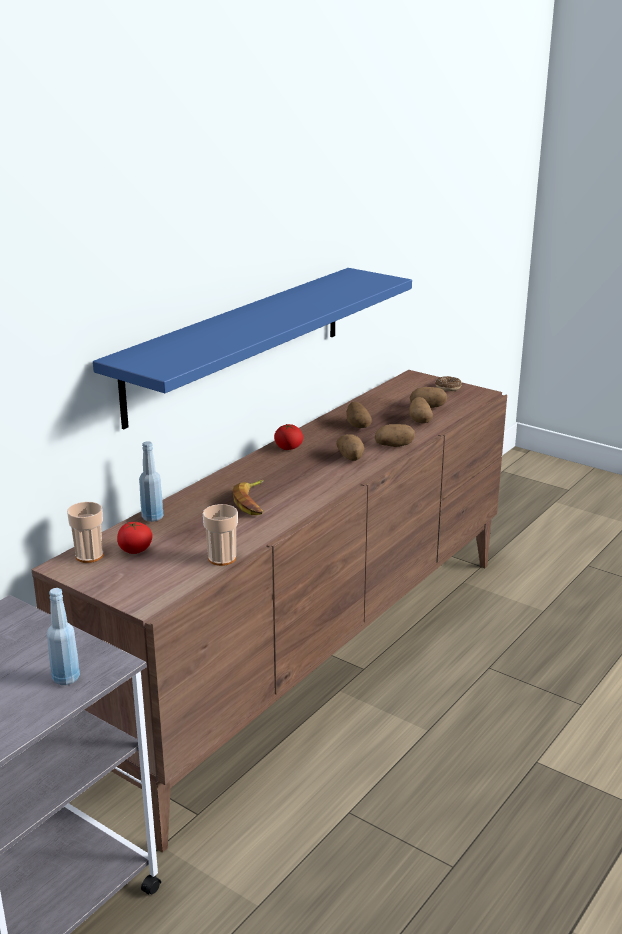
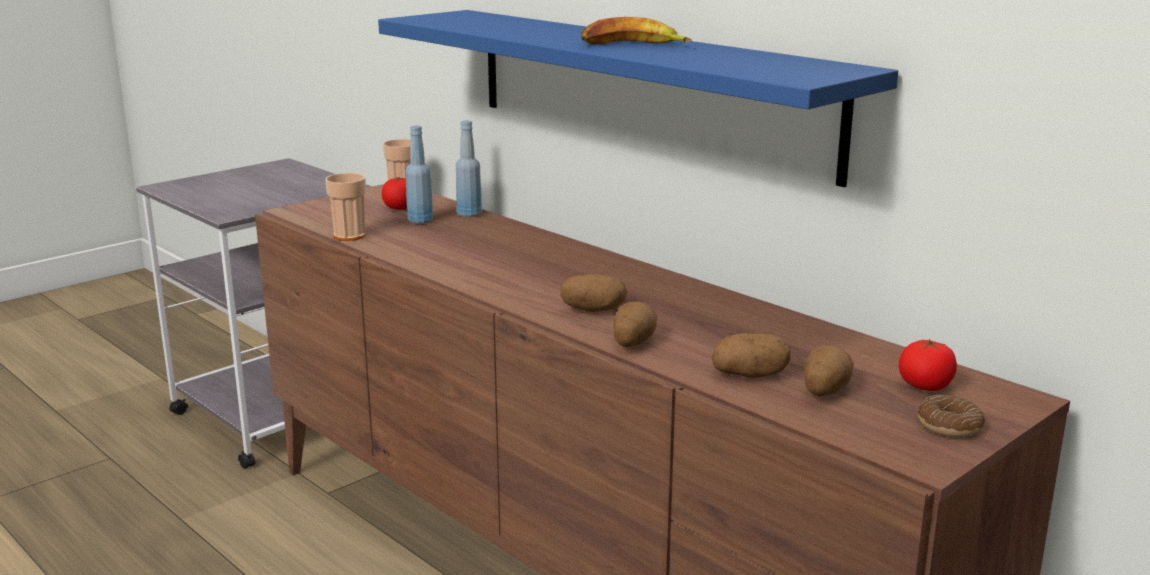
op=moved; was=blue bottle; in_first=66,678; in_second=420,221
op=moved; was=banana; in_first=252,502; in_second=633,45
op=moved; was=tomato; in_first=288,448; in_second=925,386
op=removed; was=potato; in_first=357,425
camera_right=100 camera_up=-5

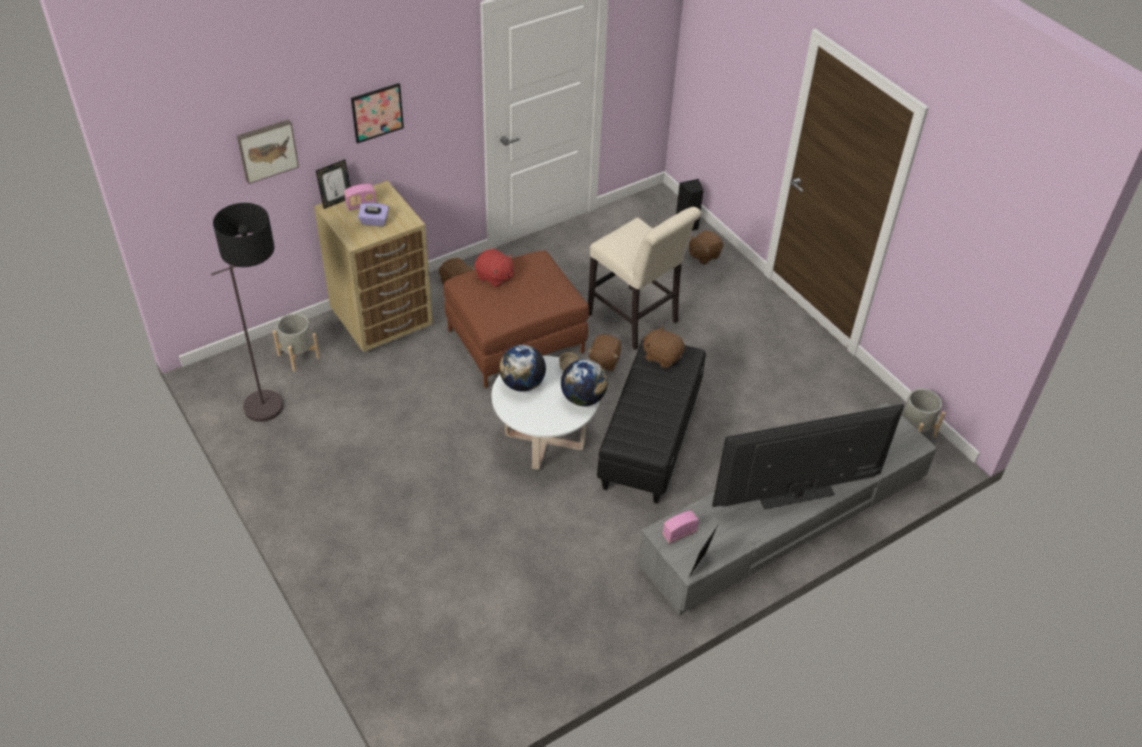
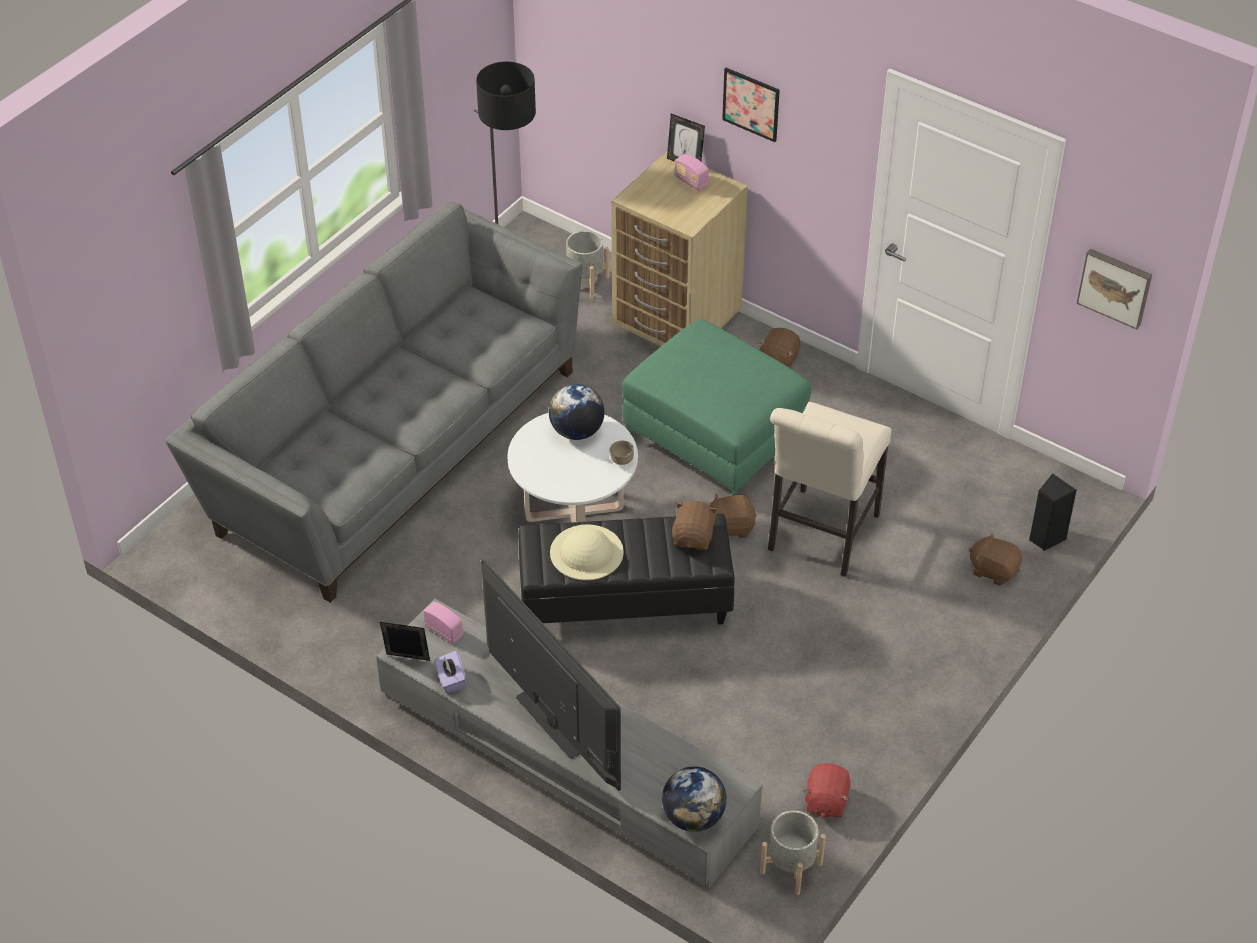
op=moved; was=picture; in_first=267,150; in_second=1115,286
op=moved; was=purple tissue box; in_first=374,222; in_second=451,680
op=recoloured; was=brown ottoman; now=green ottoman; in_first=516,341; in_second=716,441
op=moved; was=red plush toy; in_first=494,277; in_second=825,801
op=moved; was=globe; in_first=583,398; in_second=693,817
op=added; now=grey sofa; in_second=393,446
op=added; now=beige hat; in_second=586,552
camera_right=70 camera_up=0

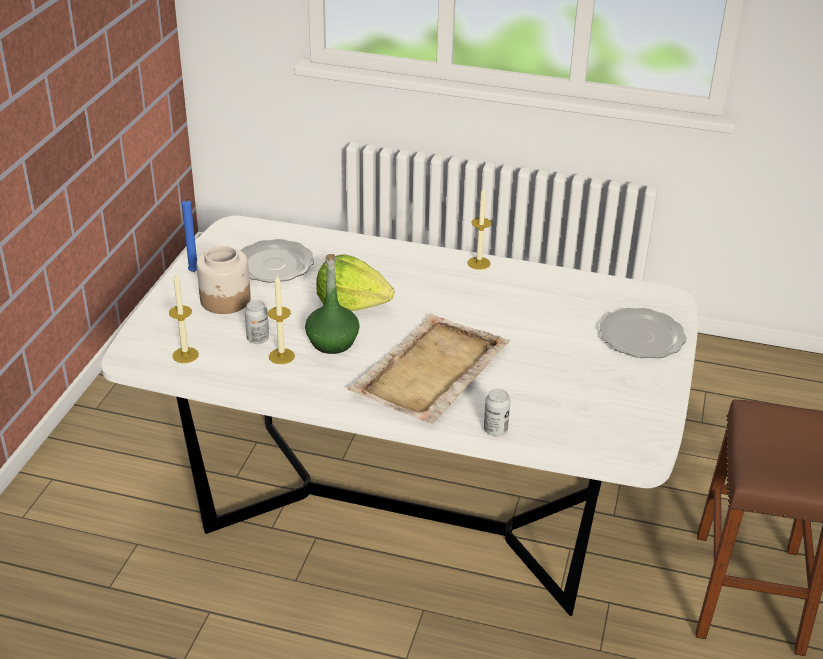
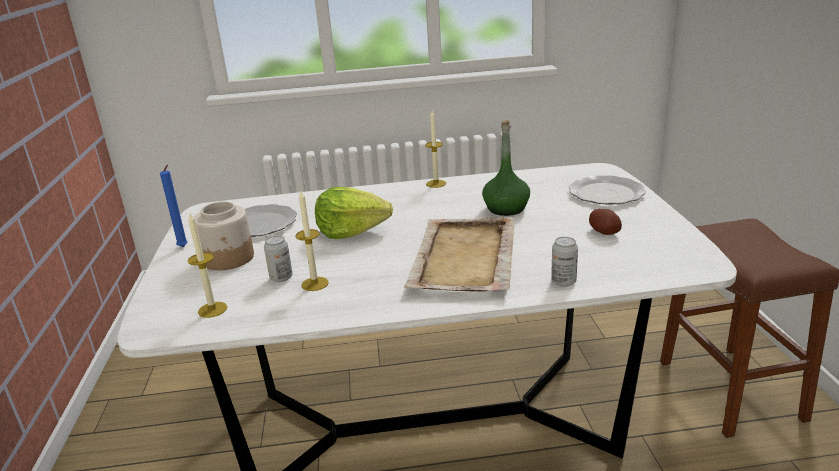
op=moved; was=green bottle; in_first=332,342; in_second=506,209
op=added; now=potato; in_second=604,232
camera_right=-20 camera_up=-10

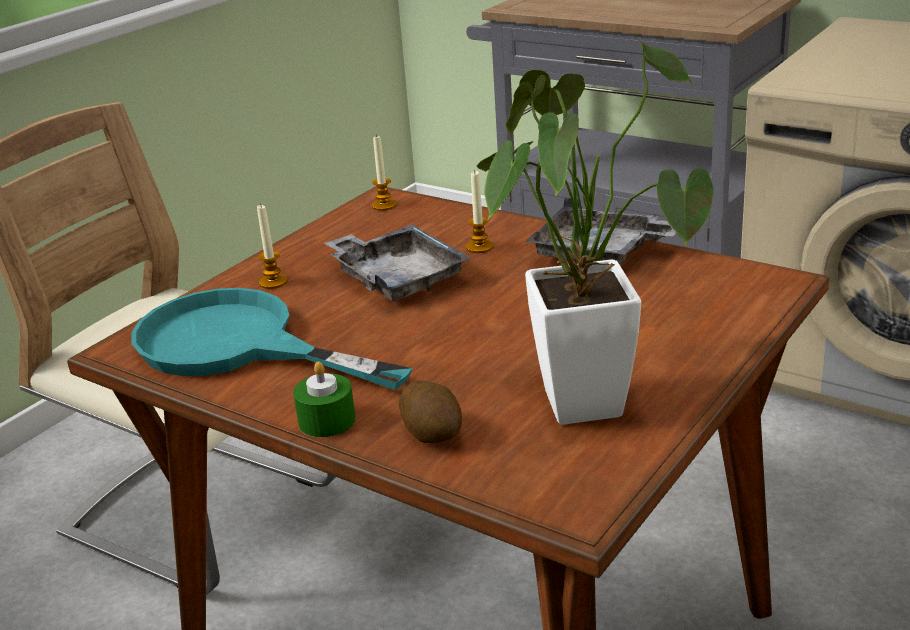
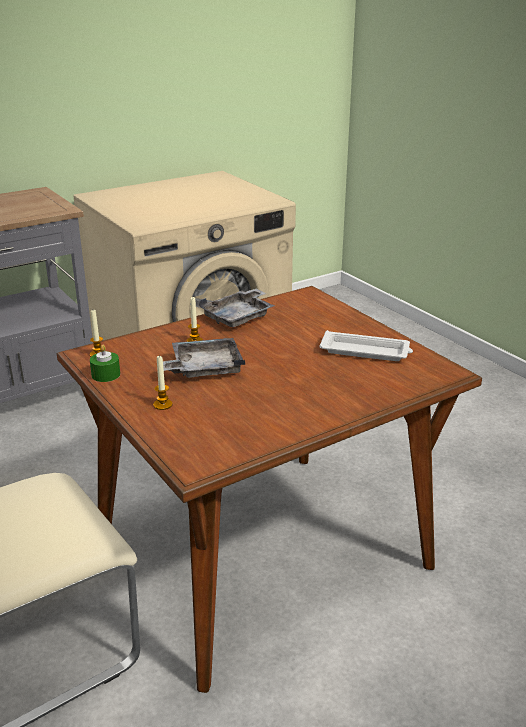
op=removed; was=turquoise frying pan; in_first=238,346
op=moved; was=green candle; in_first=327,420; in_second=106,375
op=removed; was=potato; in_first=433,433
op=replaced; was=potted plant; now=white tray; in_first=580,393; in_second=366,351
camera_right=-70 camera_up=0

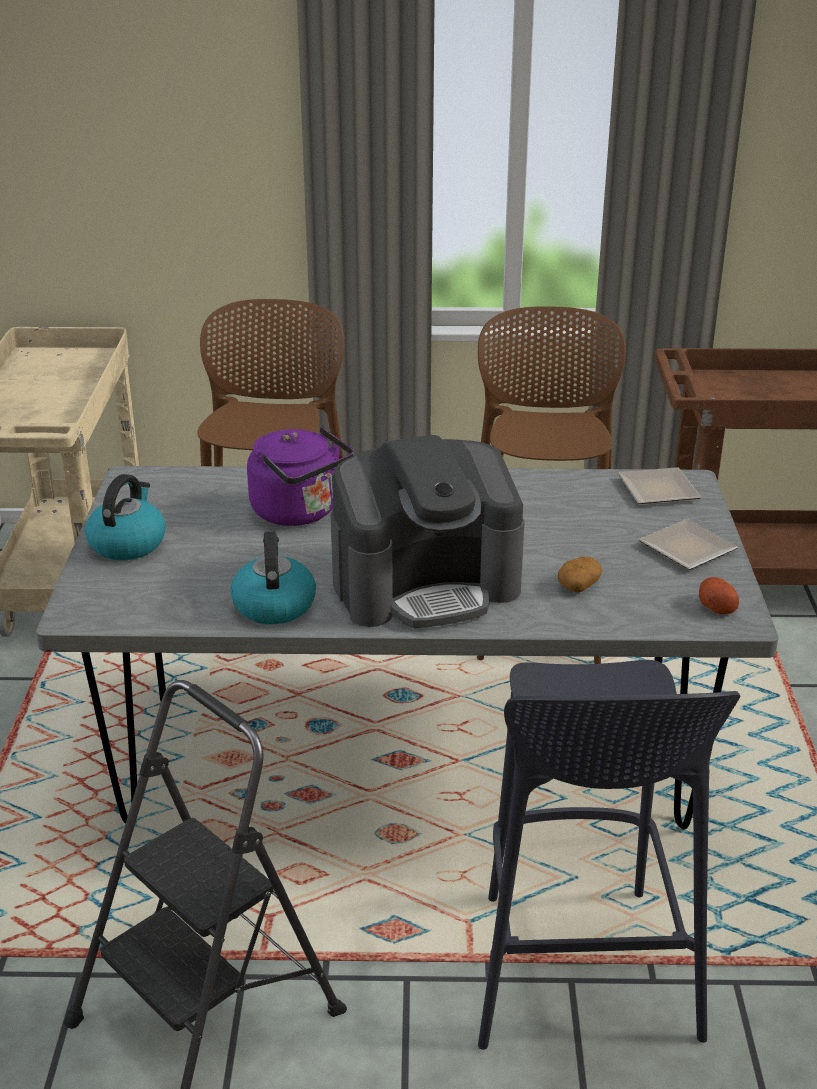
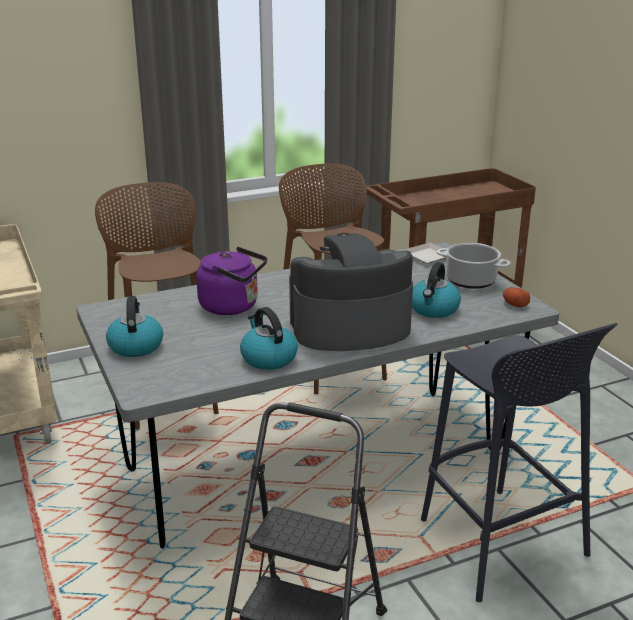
op=turned; was=coffee machine; in_first=426,585; in_second=349,327; clockwise=-150
op=replaced; was=potato; now=kettle; in_first=578,585; in_second=434,309
op=replaced; was=plate; now=cooking pot; in_first=683,548; in_second=470,281
camera_right=-25 camera_up=-5

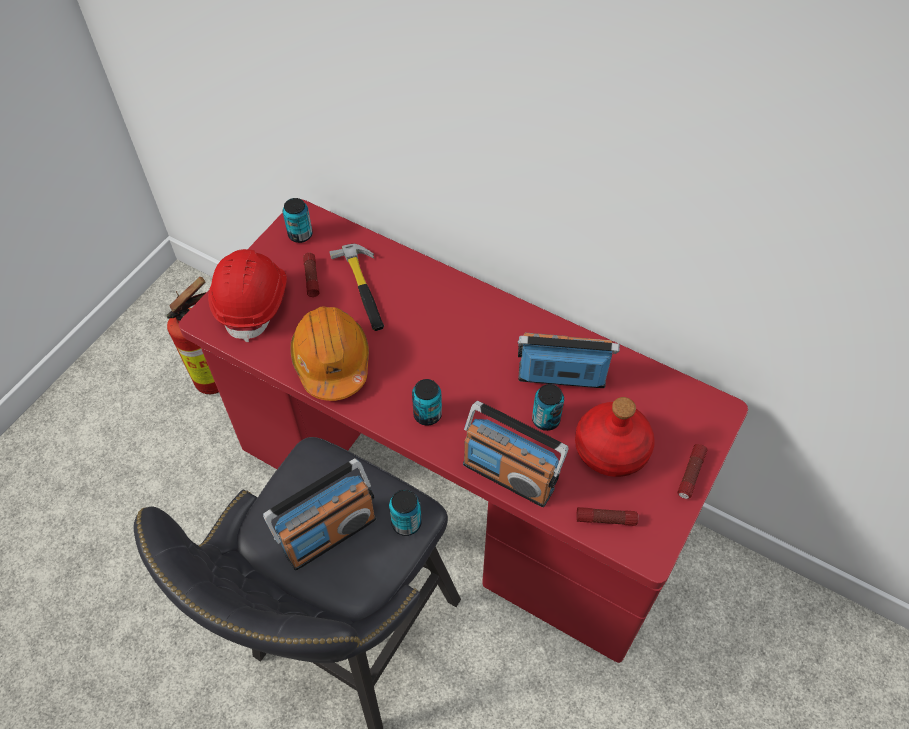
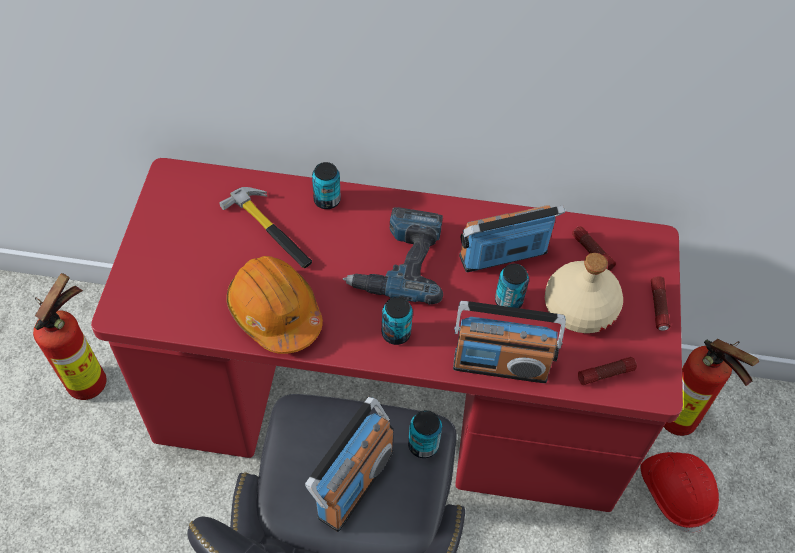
op=moved; was=red hard hat; in_first=253,302; in_second=675,492
op=moved; was=can; in_first=300,235; in_second=327,200
op=moved; was=flashlight; in_first=311,278; in_second=591,252
op=recoloured; was=red bottle; now=beige bottle; in_first=611,448; in_second=579,307
op=added; now=power drill; in_second=399,262
op=added; now=fire extinguisher; in_second=681,424
camera_right=-25 camera_up=0

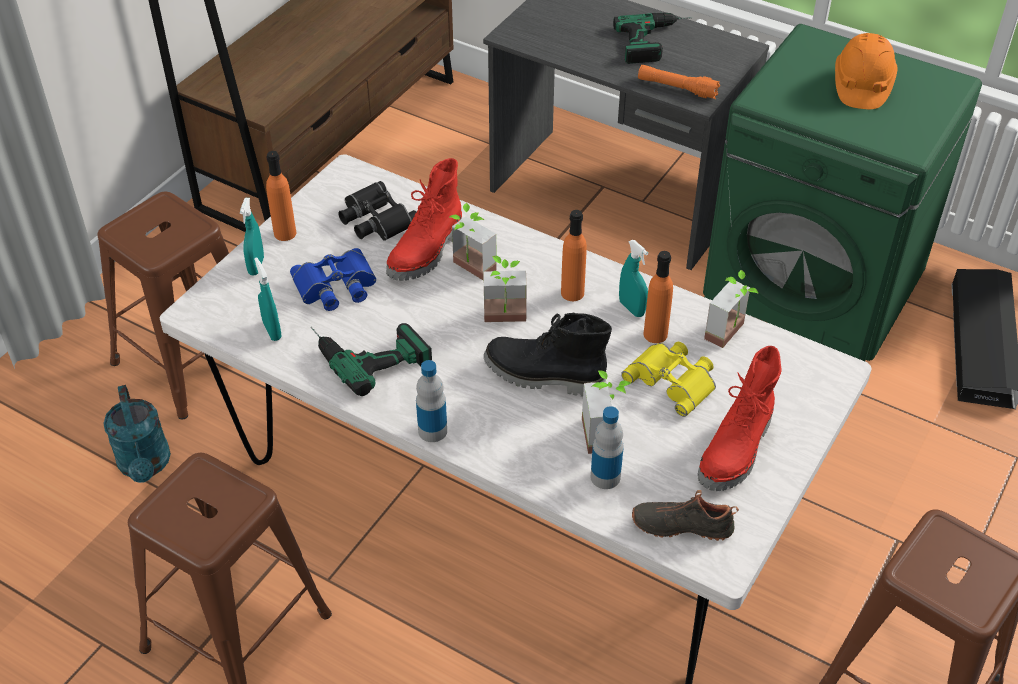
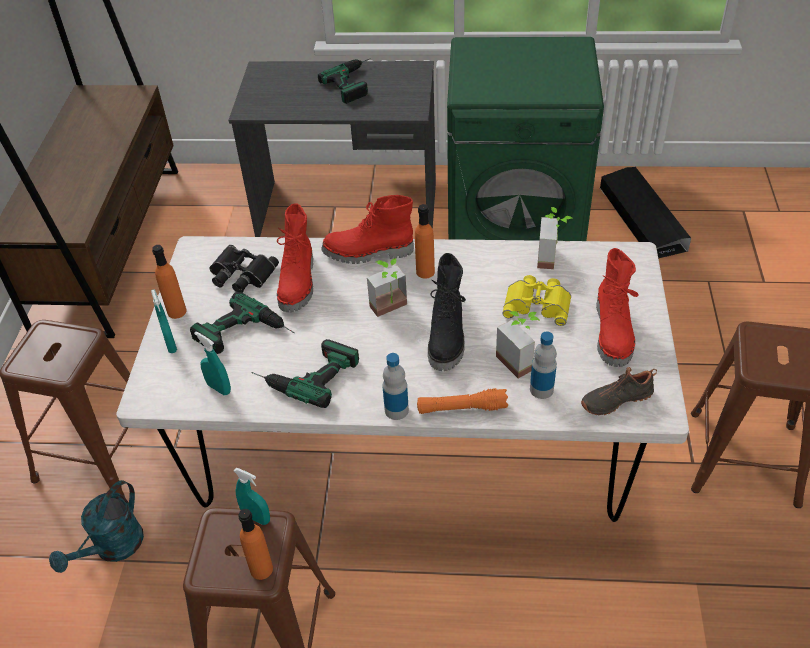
op=turned; was=turquoise watering can; in_first=145,465; in_second=113,548; clockwise=75
op=replaced; was=blue binoculars; now=power drill; in_first=336,287; in_second=246,335
op=removed; was=potted plant; in_first=469,270
op=turned; was=black boot; in_first=543,377; in_second=448,338; clockwise=-75
op=moved; was=turquoise spray bottle; in_first=631,308; in_second=256,517
op=moved; was=orange flashlight; in_first=677,88; in_second=462,408
op=moved; was=orange bottle; in_first=655,334; in_second=261,569
op=removed; was=orange hard hat; in_first=861,86
op=added; now=red boot; in_second=368,253
camera_right=-25 camera_up=0

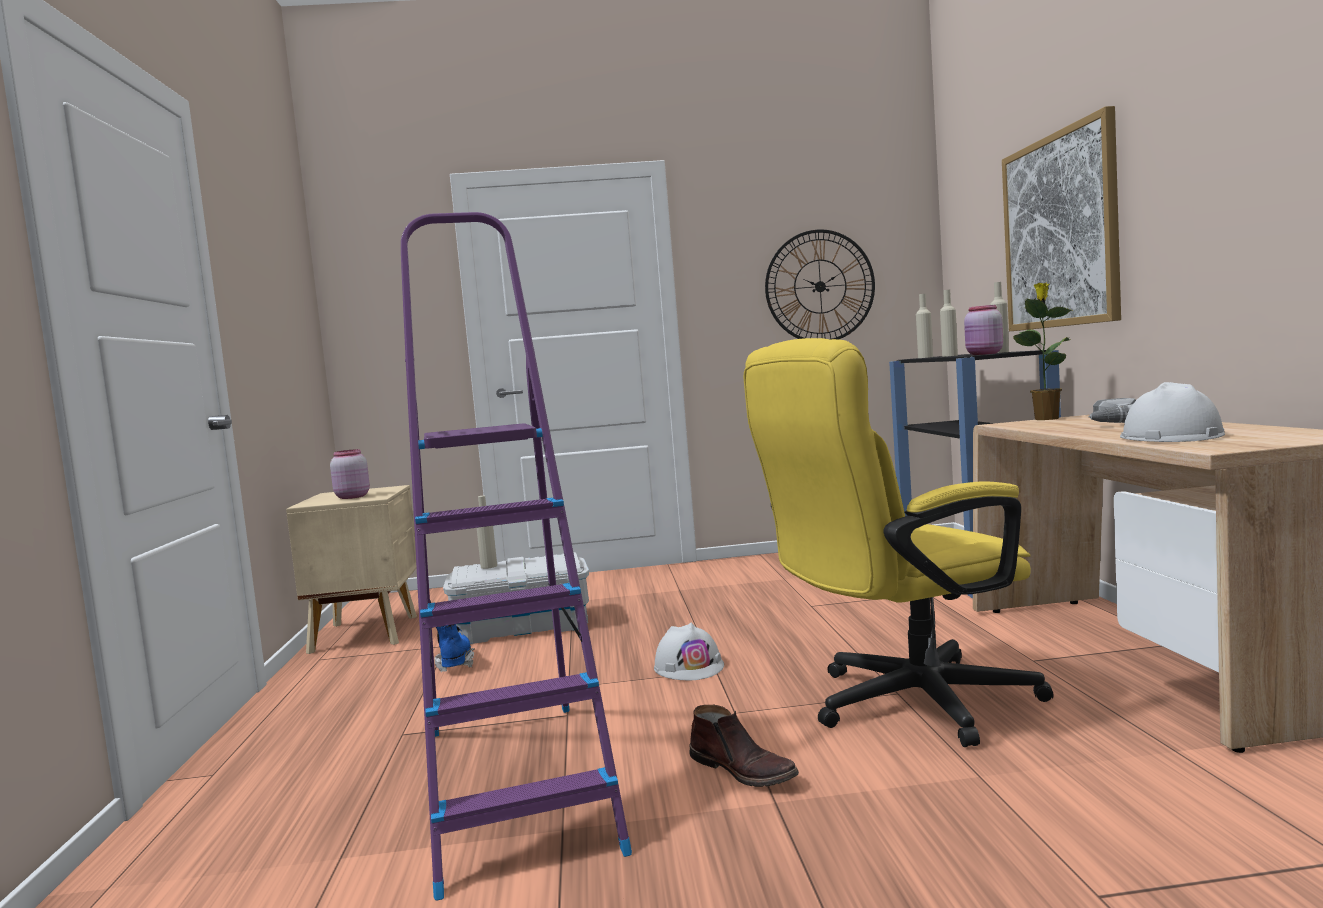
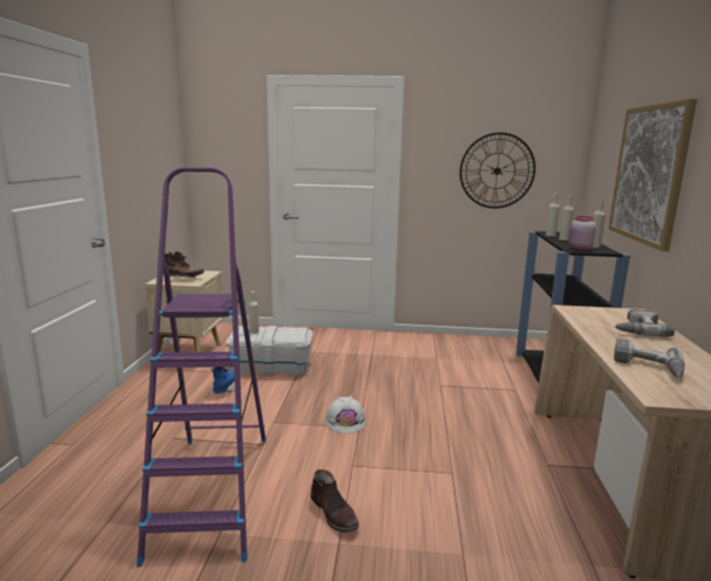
op=replaced; was=pink jar; now=brown boot; in_first=351,497; in_second=183,279
op=removed; was=yellow office chair; in_first=902,705
op=removed; was=potted plant; in_first=1046,418
op=replaced; was=white hard hat; now=power drill; in_first=1170,436; in_second=647,366
camera_right=10 camera_up=10

